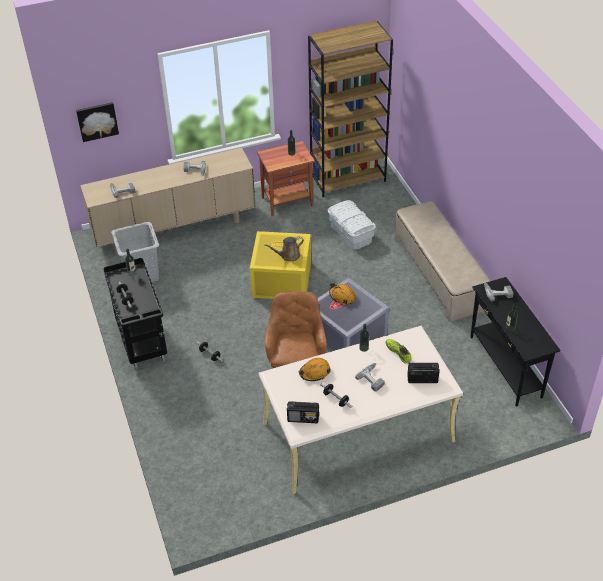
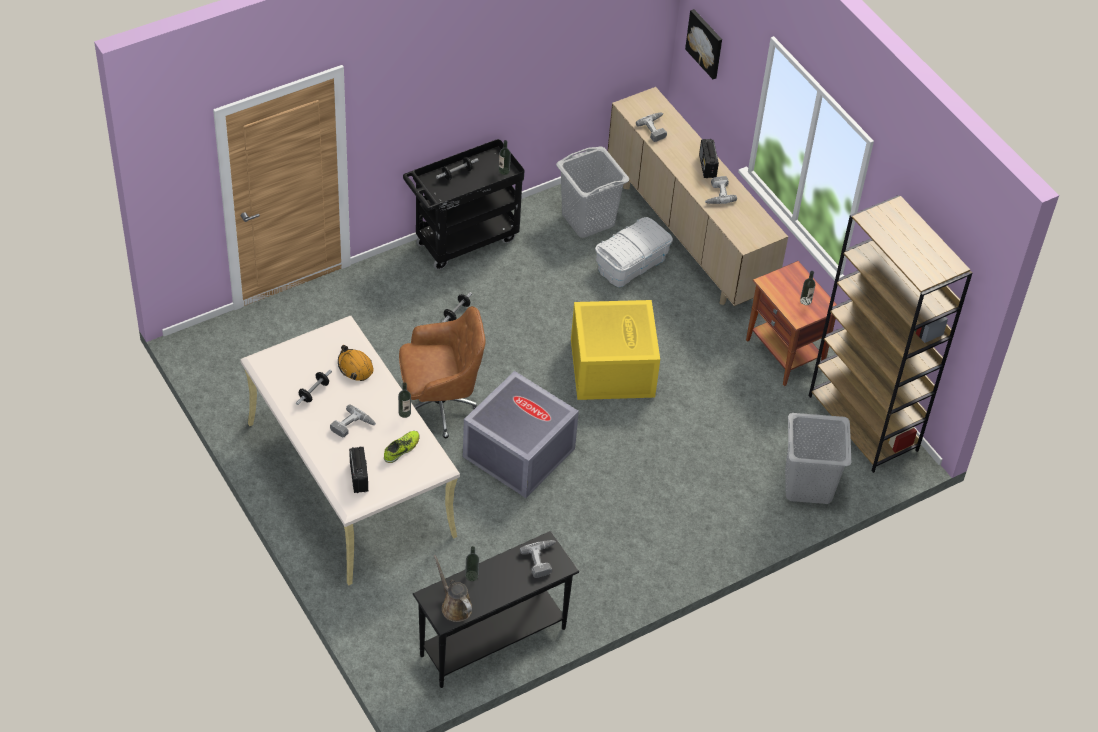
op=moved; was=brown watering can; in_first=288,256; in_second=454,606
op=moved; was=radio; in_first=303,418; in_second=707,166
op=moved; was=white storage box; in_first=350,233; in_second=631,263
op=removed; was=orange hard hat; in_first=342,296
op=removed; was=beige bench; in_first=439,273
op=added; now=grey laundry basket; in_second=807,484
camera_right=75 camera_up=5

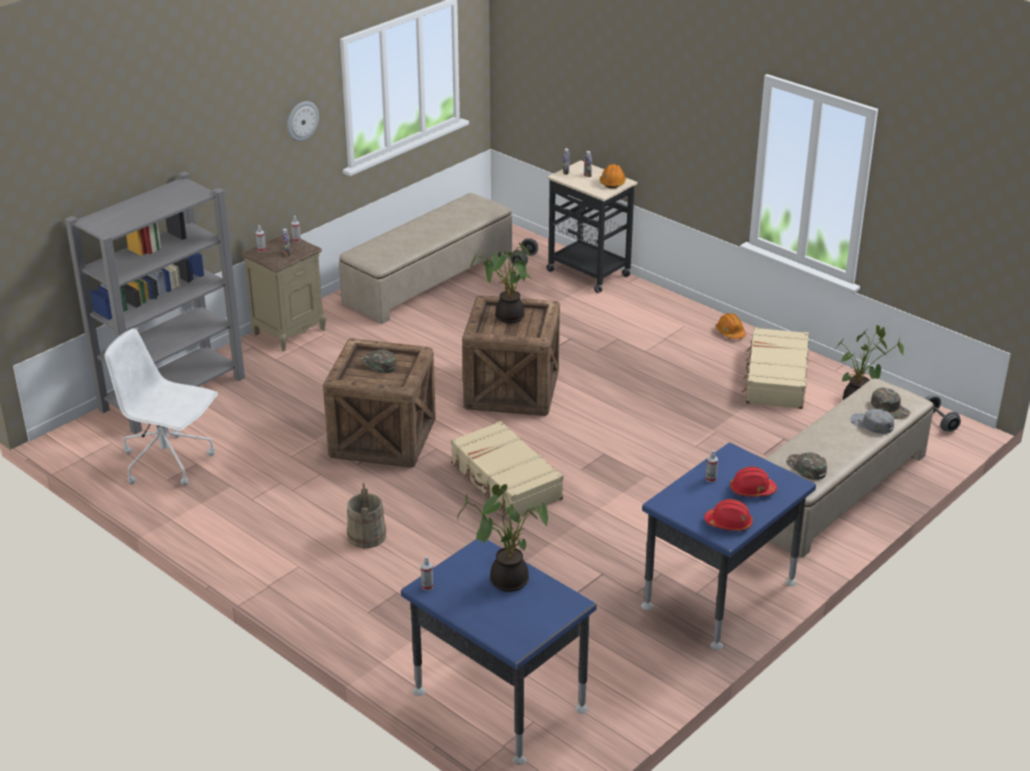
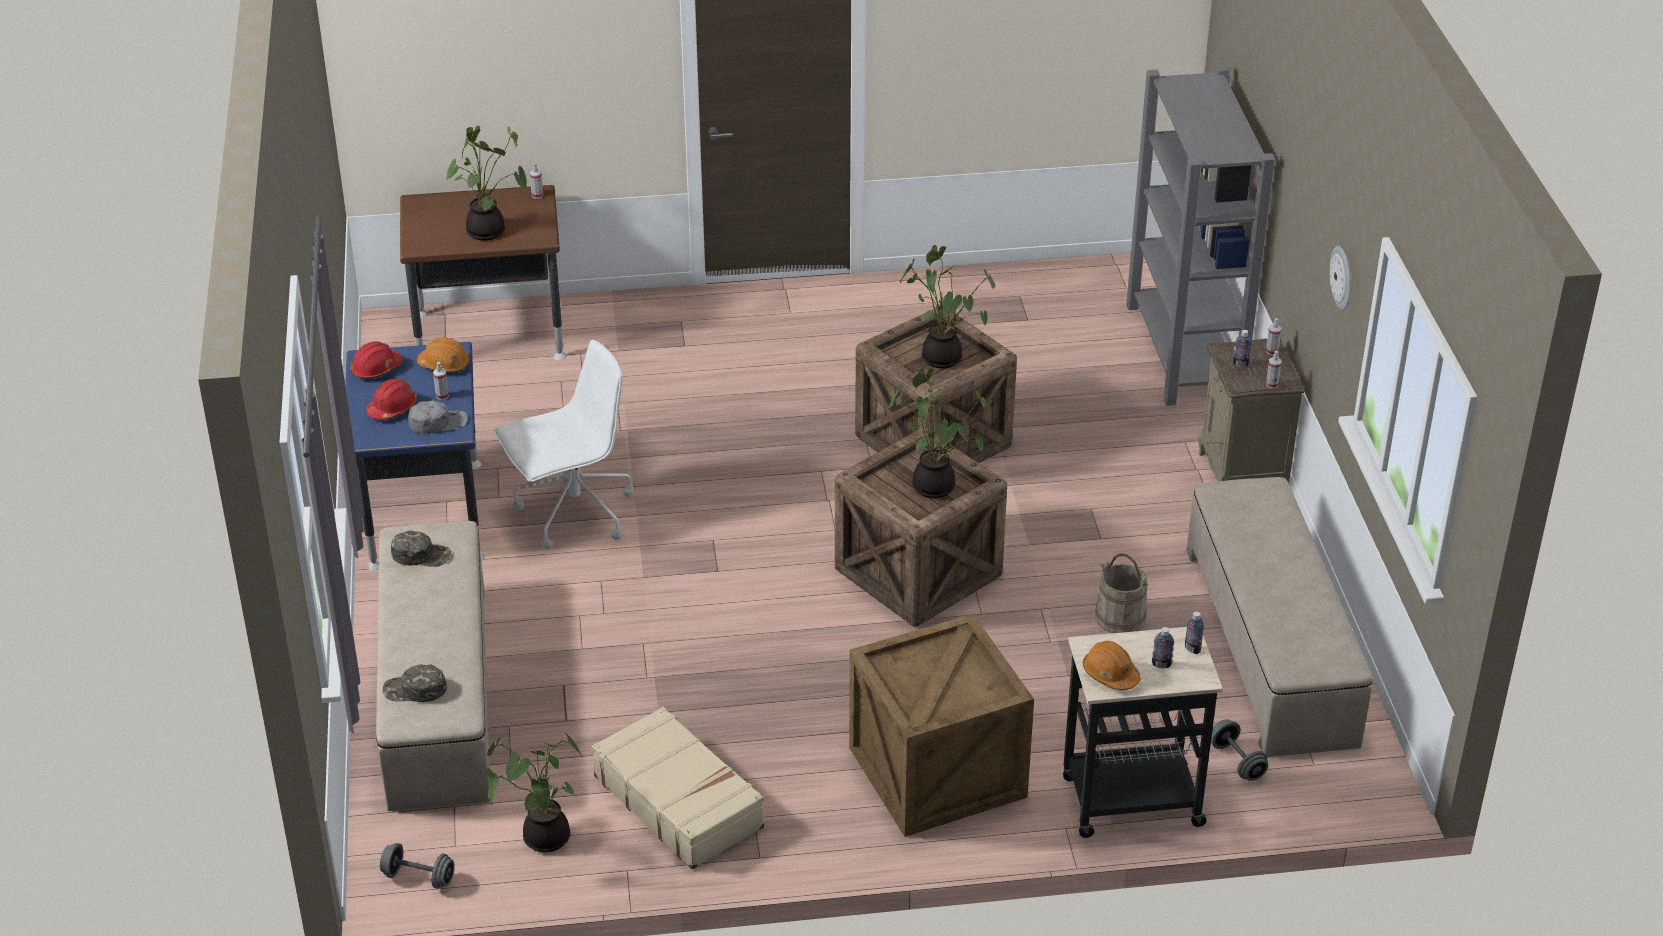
op=moved; was=white office chair; in_first=170,463; in_second=570,515
op=moved; was=beige bucket; in_first=366,536; in_second=1120,617
op=replaced; was=green cap; now=potted plant; in_first=378,364; in_second=944,356
op=recoloured; was=blue desk; now=brown desk; in_first=498,700; in_second=490,334
op=removed; was=beige suitcase; in_first=505,482
op=moved; was=orange hard hat; in_first=730,332; in_second=444,364
op=moved; was=grey cap; in_first=871,424; in_second=438,422
op=added; now=crate; in_second=936,774
camera_right=130 camera_up=5

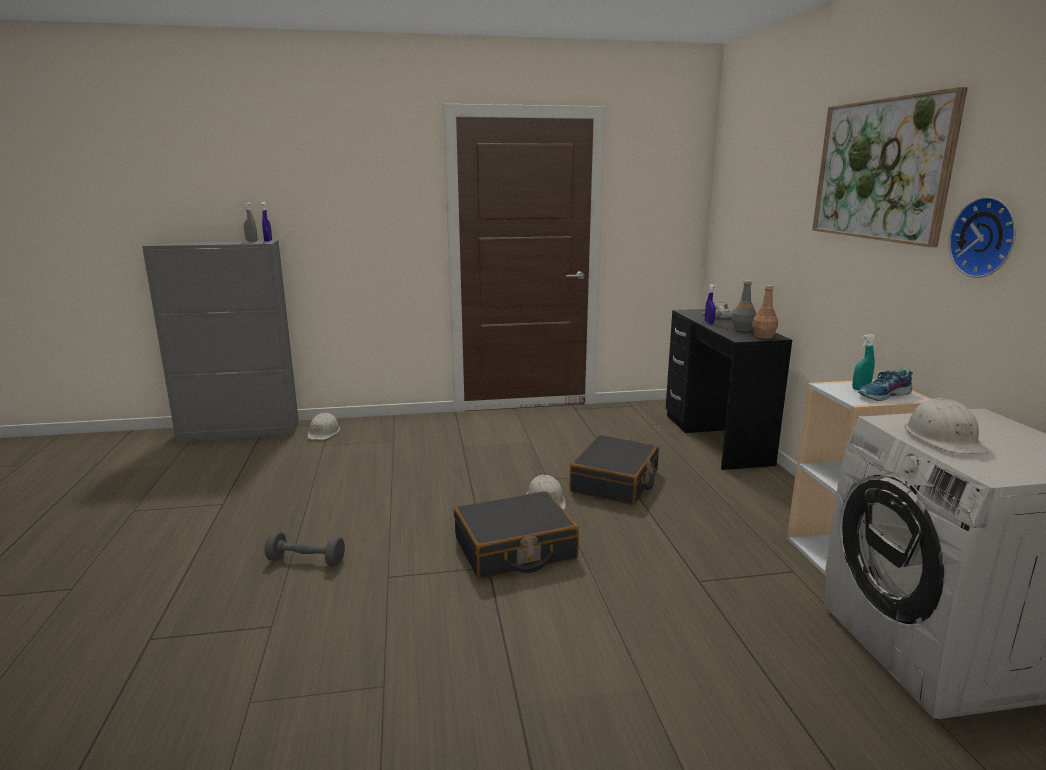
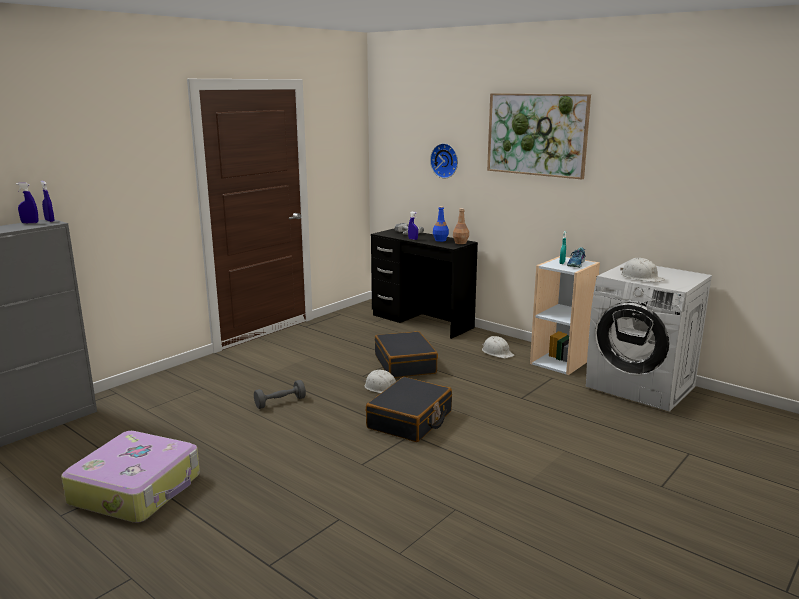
op=recoloured; was=grey spray bottle; now=blue spray bottle; in_first=251,241; in_second=30,223
op=moved; was=grey dumbbell; in_first=306,561; in_second=280,402
op=moved; was=white hard hat; in_first=324,432; in_second=497,352
op=recoloured; was=grey bottle; now=blue bottle; in_first=742,329; in_second=440,240
op=moved; was=wall clock; in_first=986,237; in_second=445,160
op=added; now=suitcase; in_second=137,489
camera_right=-40 camera_up=0

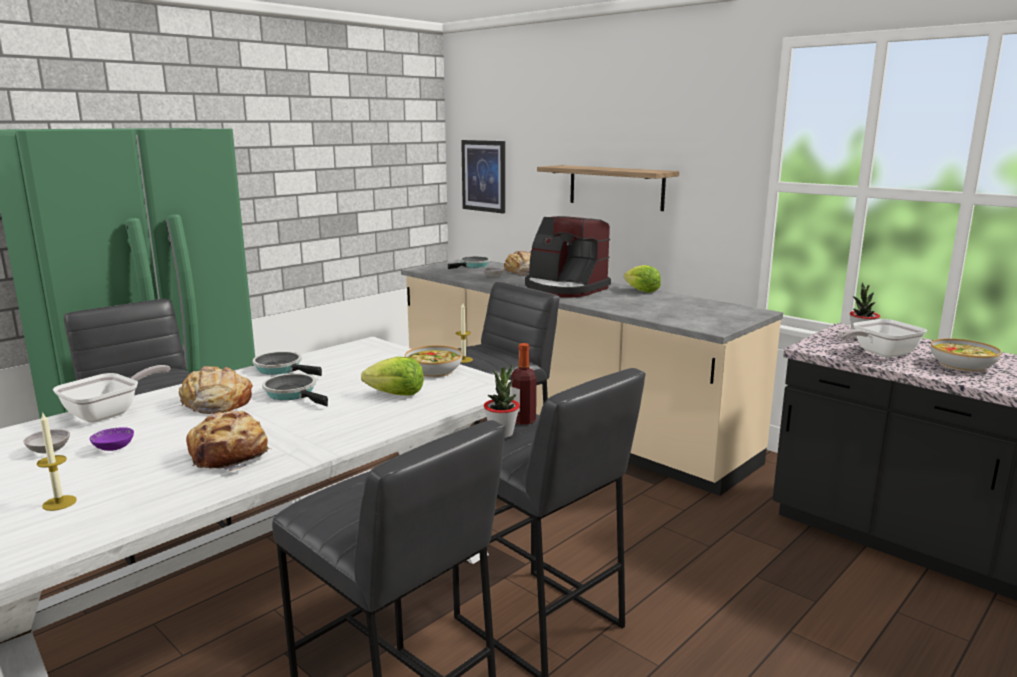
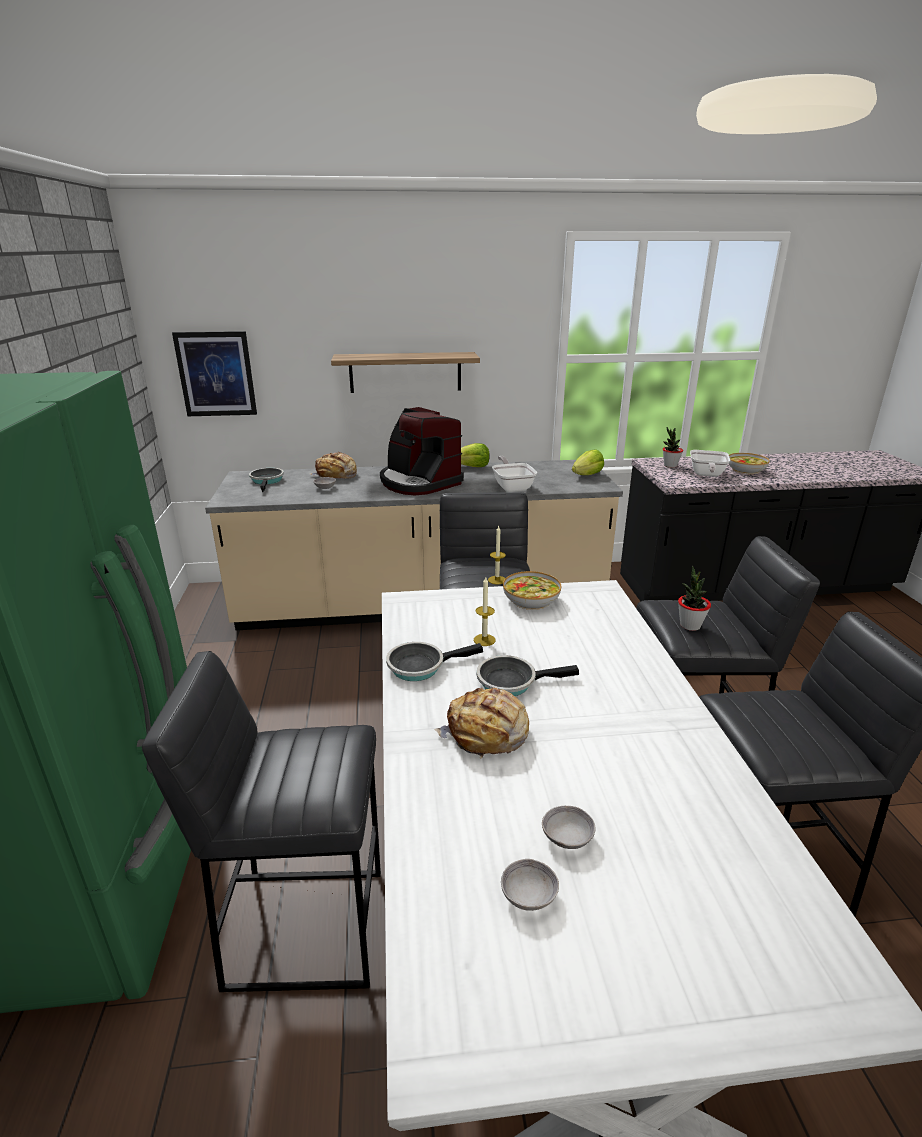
op=moved; was=candle; in_first=59,503; in_second=484,640
op=moved; was=frying pan; in_first=110,413; in_second=512,487
op=recoloured; was=purple bowl; now=grey bowl; in_first=114,448; in_second=567,838
op=removed; was=bread; in_first=230,455
op=moved; was=lettuce; in_first=396,394; in_second=587,475
op=removed; was=bottle; in_first=523,420
op=turned; was=coffee machine; in_first=564,289; in_second=419,482; clockwise=60
camera_right=-50 camera_up=10

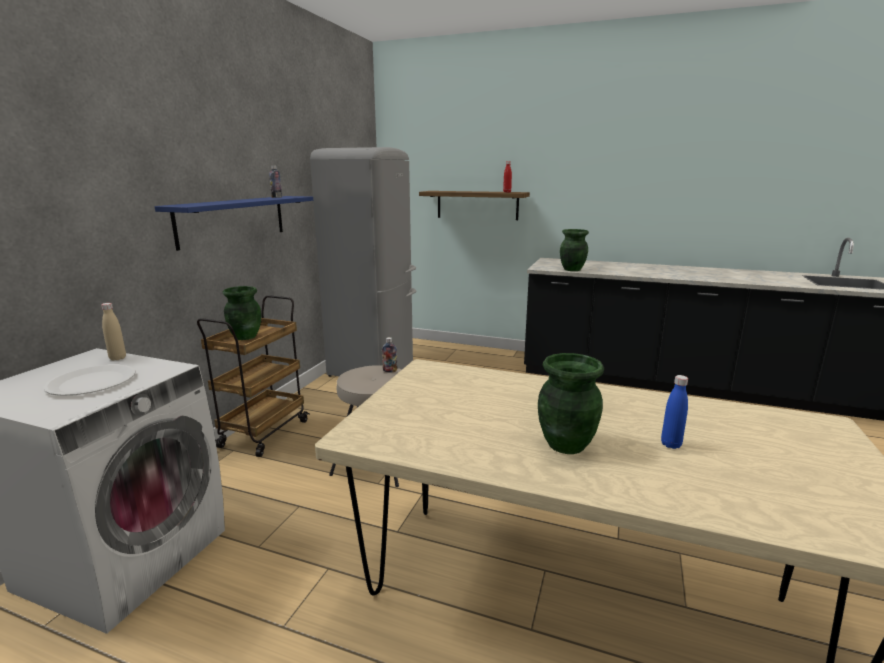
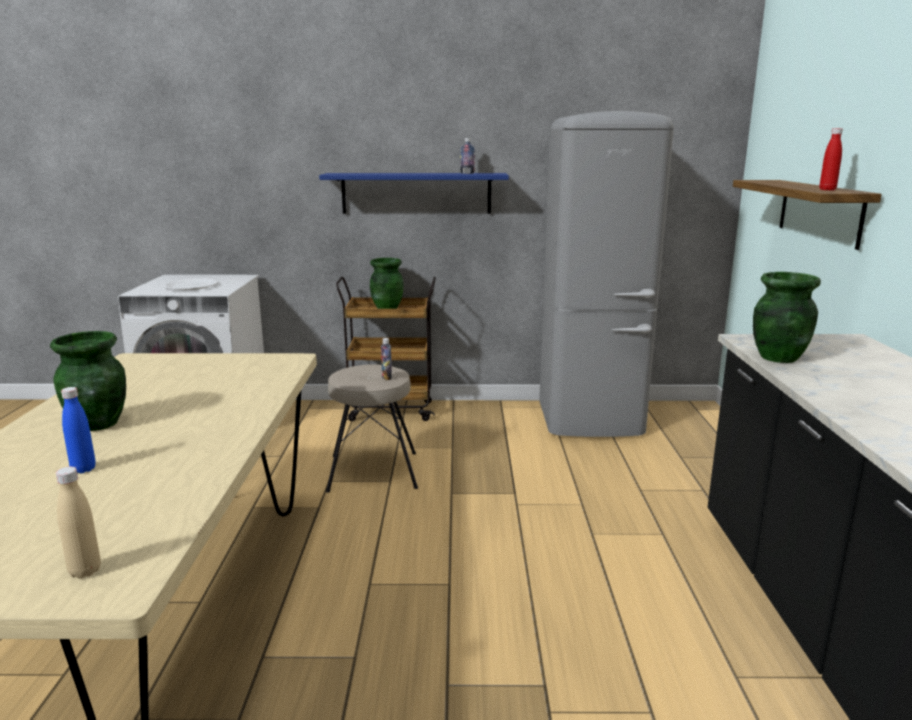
op=moved; was=beige bottle; in_first=118,358; in_second=85,571
camera_right=70 camera_up=0

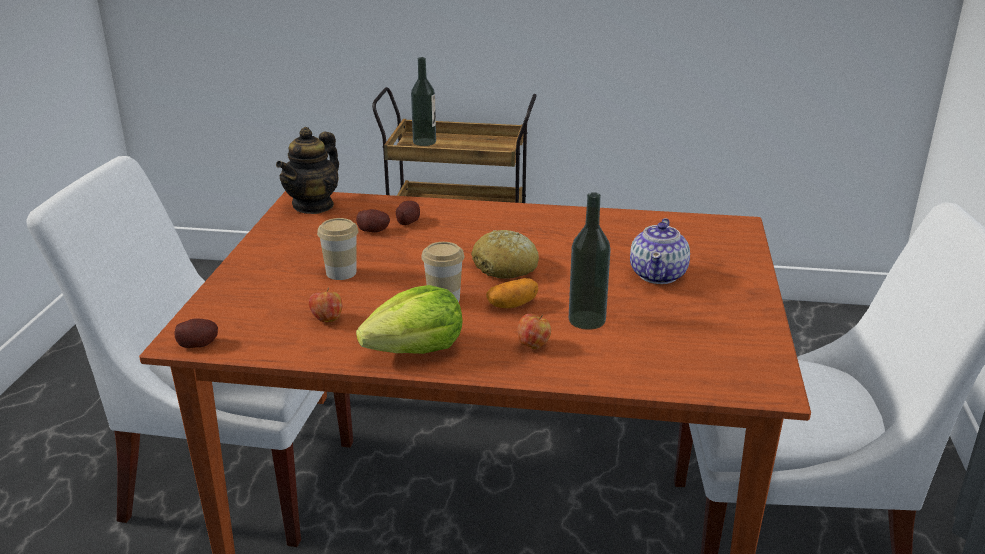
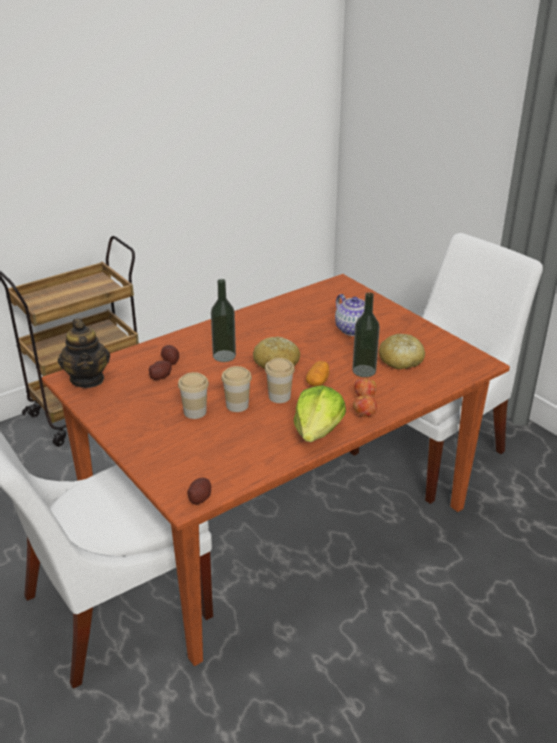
op=moved; was=apple; in_first=327,320; in_second=364,415
op=moved; was=bottle; in_first=424,142; in_second=224,356
op=added; now=cup; in_second=237,405
op=added; now=bread; in_second=401,360
camera_right=-45 camera_up=5

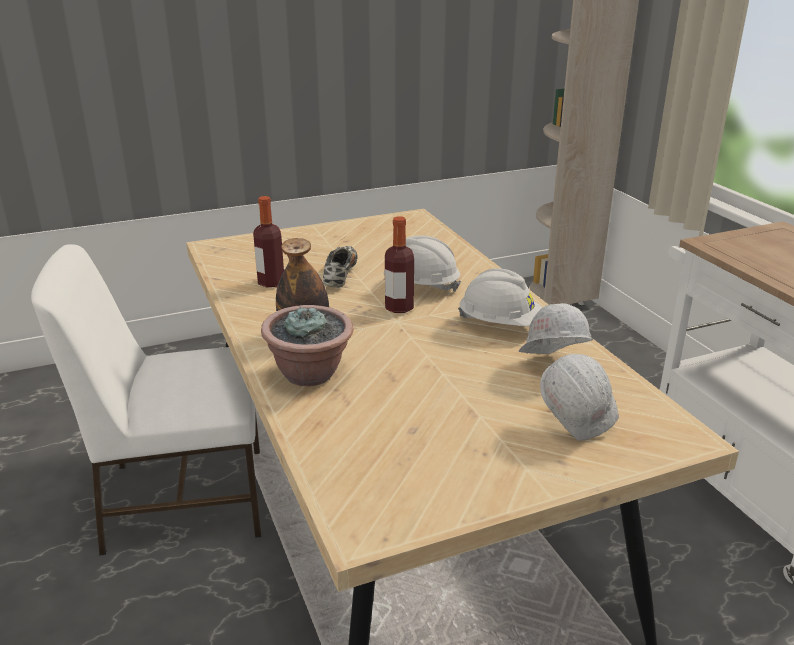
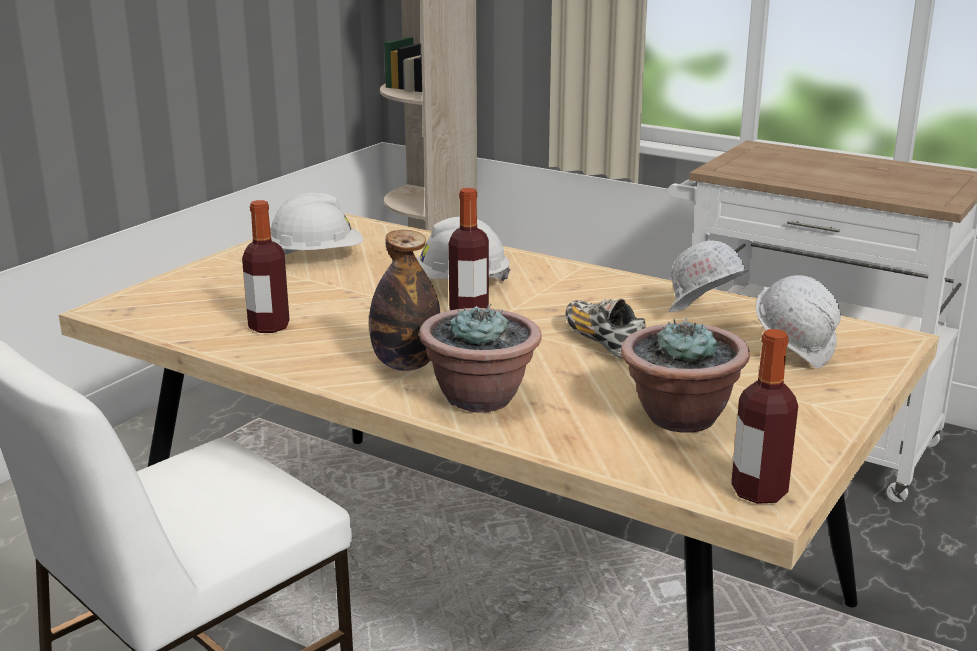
op=moved; was=shoe; in_first=340,275; in_second=603,343
op=moved; was=white hard hat; in_first=500,324; in_second=316,257
op=added; now=potted plant; in_second=679,417
op=added; now=bottle; in_second=759,492
camera_right=-35 camera_up=-5

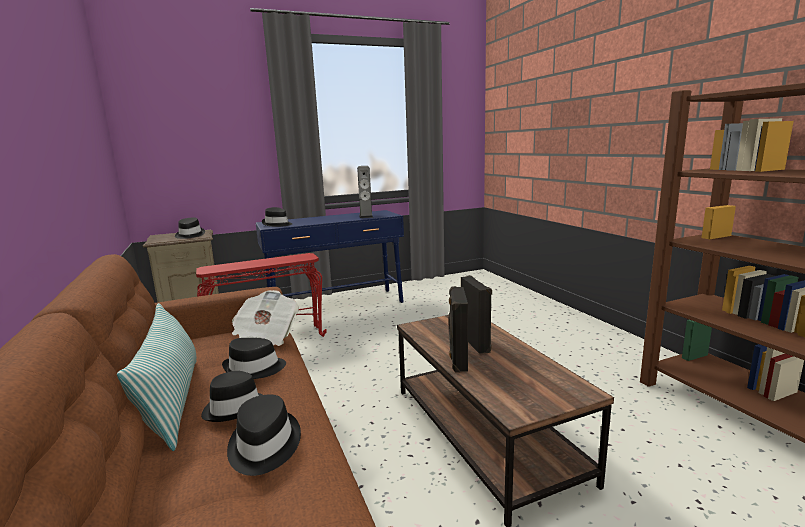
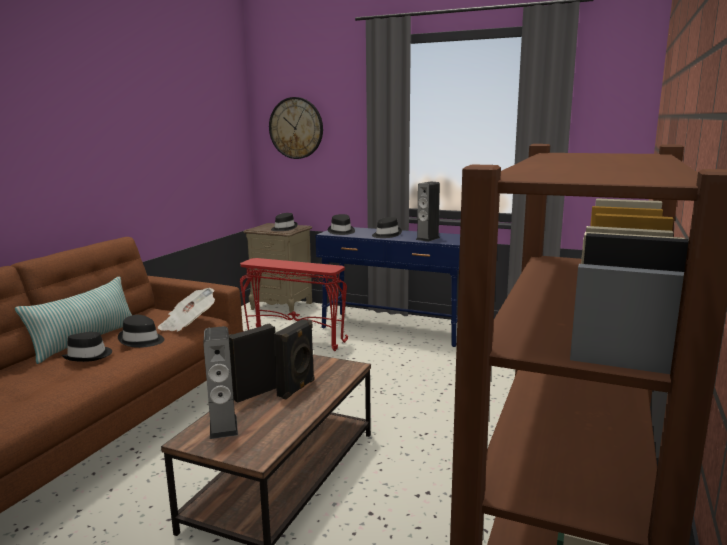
op=moved; was=black hat; in_first=263,446; in_second=386,235
op=added; now=speaker; in_second=223,427
op=added; now=wall clock; in_second=296,128
camera_right=45 camera_up=0

